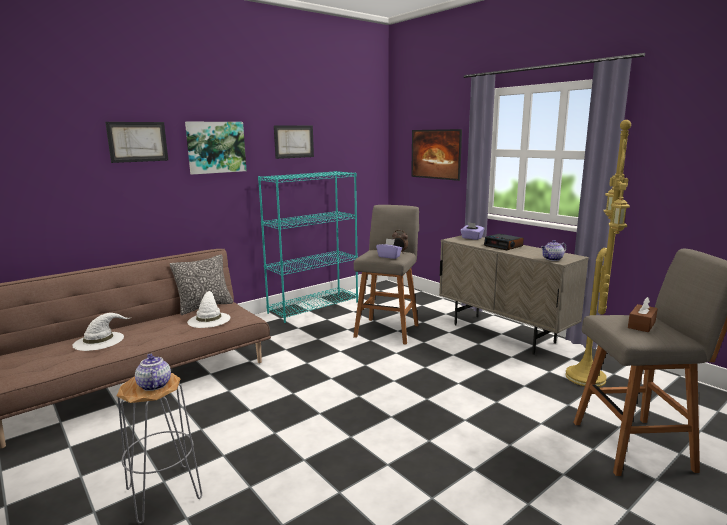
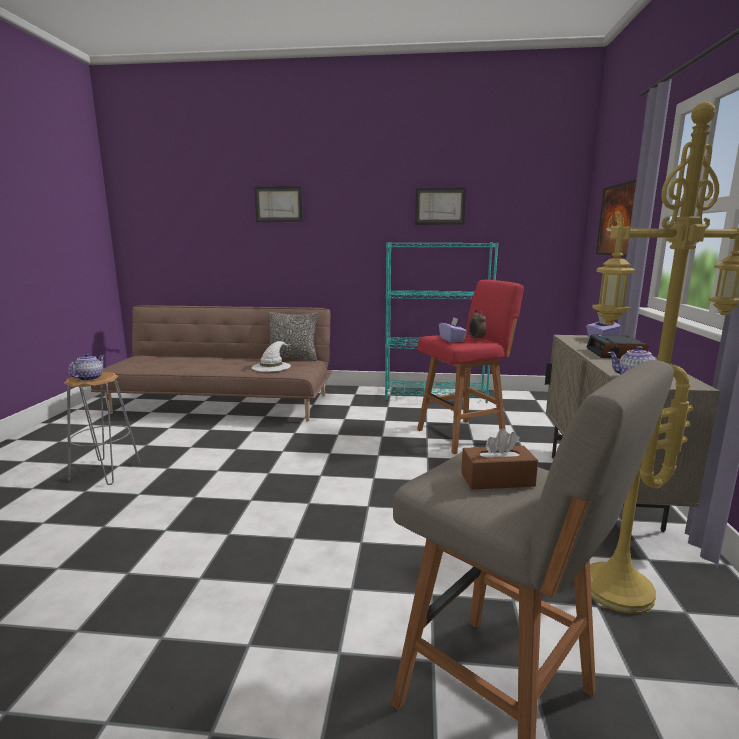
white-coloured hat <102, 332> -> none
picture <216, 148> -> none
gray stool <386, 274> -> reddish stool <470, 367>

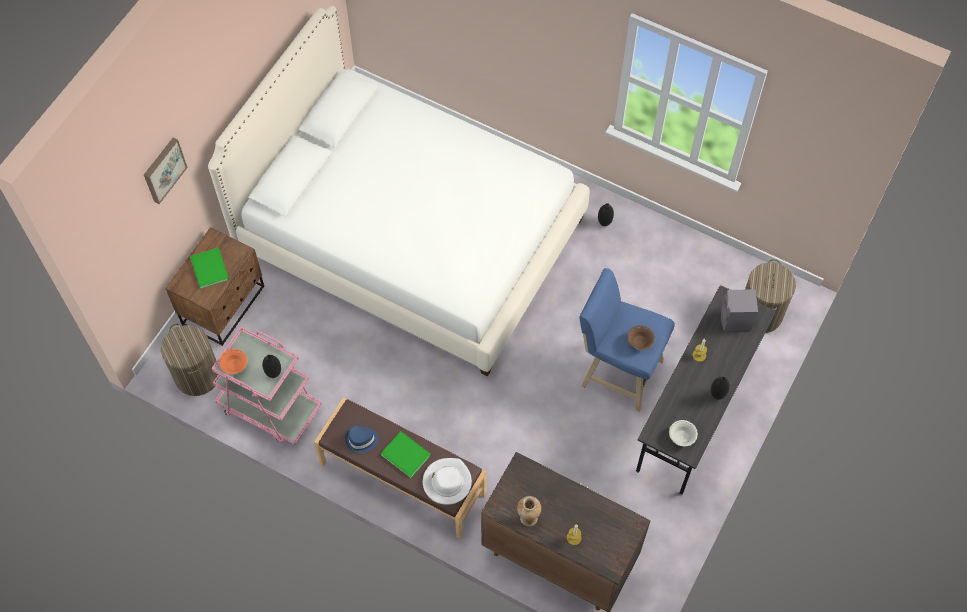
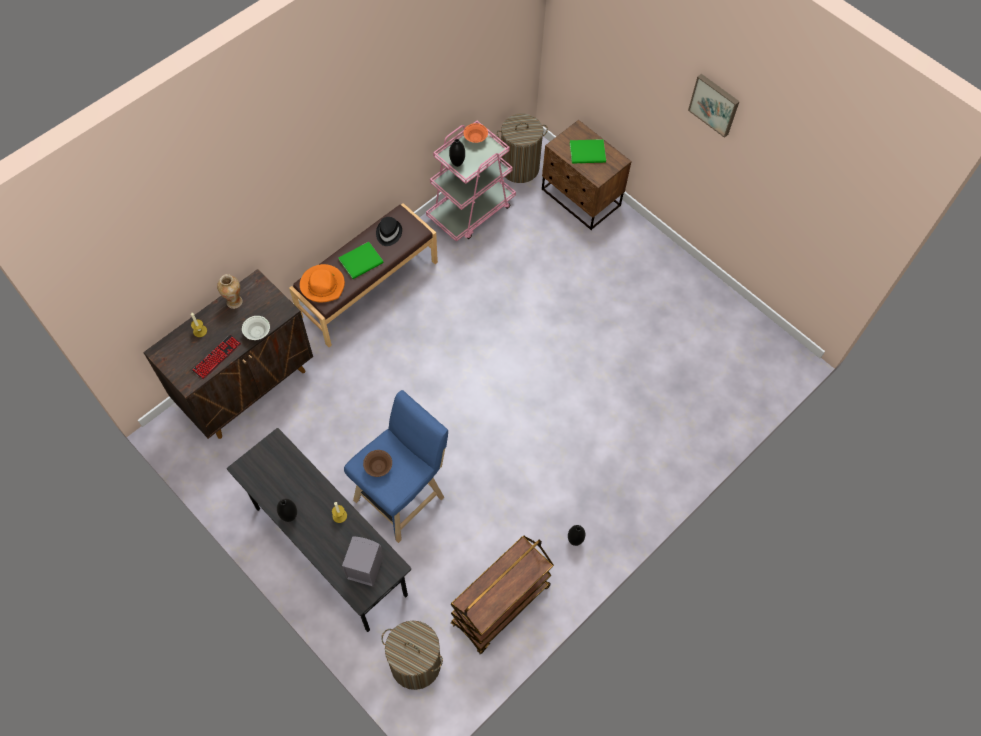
white-coloured bedroom bed <399, 191> -> none
none -> computer keyboard <216, 357>
none -> brown-coloured trolley <502, 594>
picture <166, 171> -> picture <714, 106>, relocated
white-coloured deep dish <683, 433> -> white-coloured deep dish <256, 328>, relocated
blue-coloured hat <362, 439> -> blackish hat <389, 231>
white-coloured hat <447, 481> -> orange-coloured hat <322, 283>

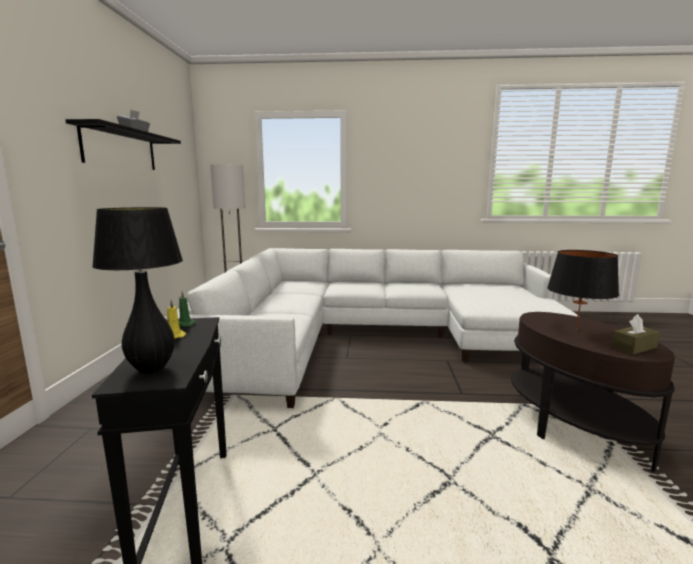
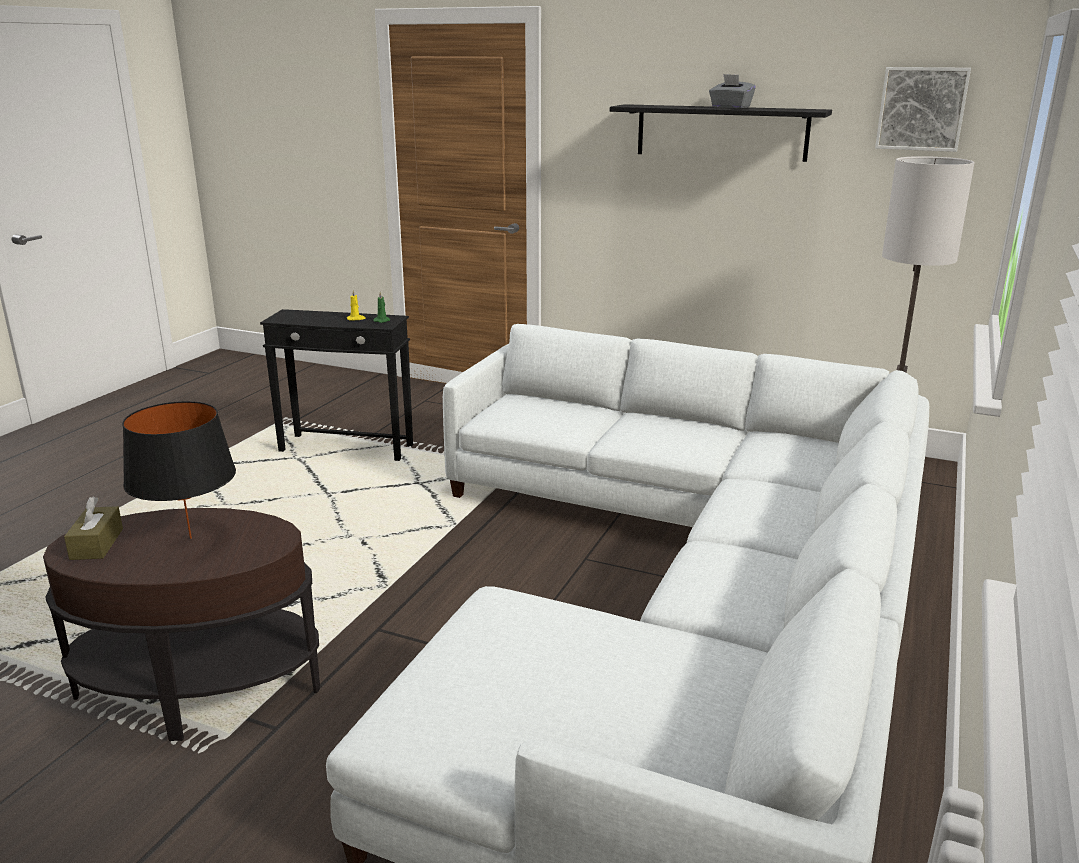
blackish tabletop lamp <137, 290> -> none
none -> picture <923, 109>

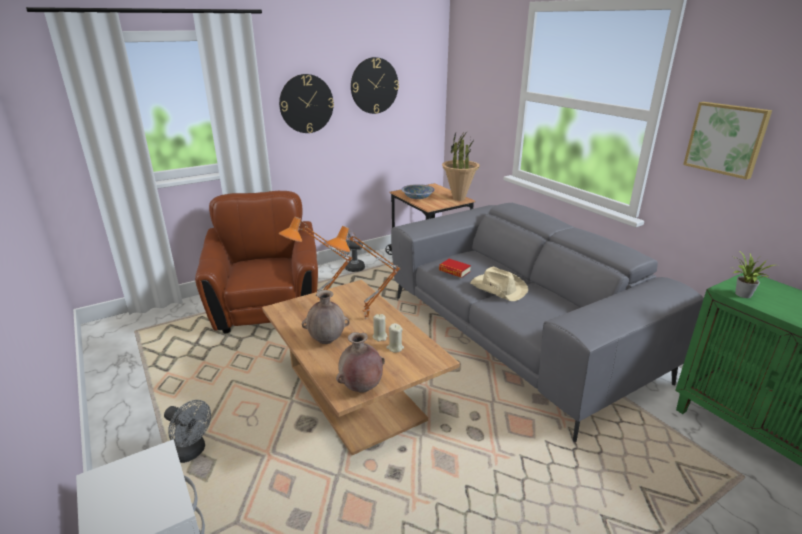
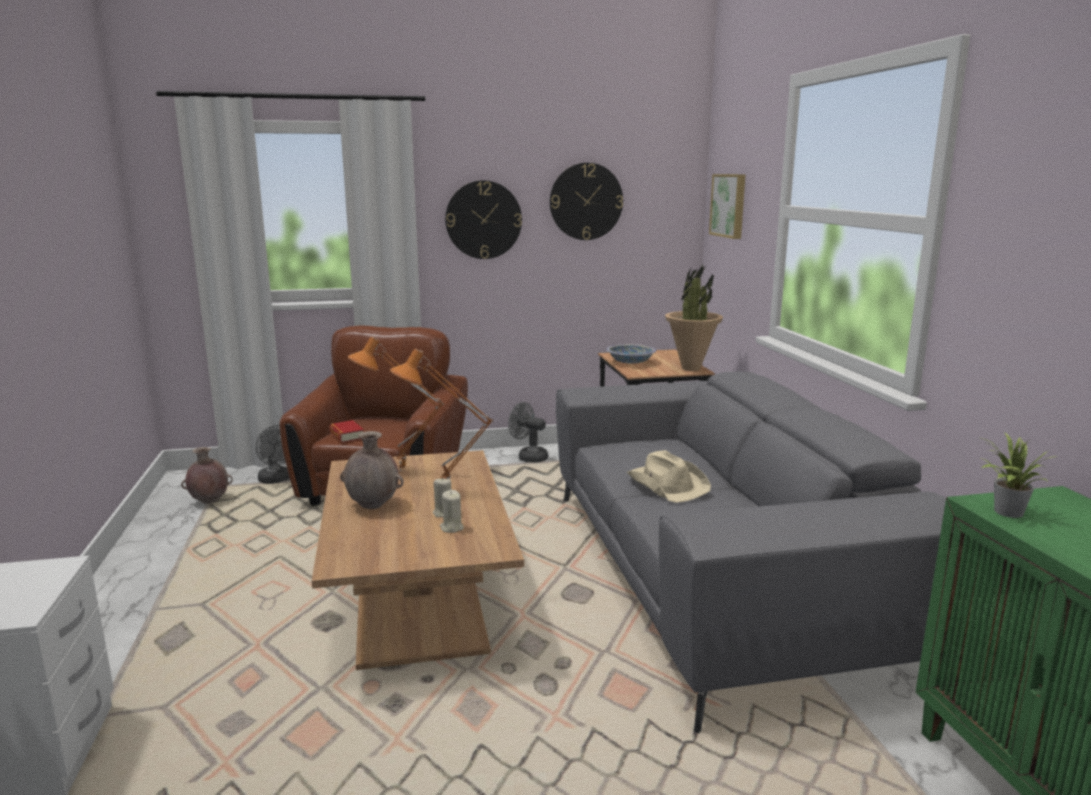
gray cooling fan <187, 431> -> gray cooling fan <272, 454>, relocated
brown-coloured decorative vase <360, 362> -> brown-coloured decorative vase <207, 475>, relocated
volume <455, 268> -> volume <346, 431>, relocated
picture <727, 141> -> picture <727, 206>, relocated

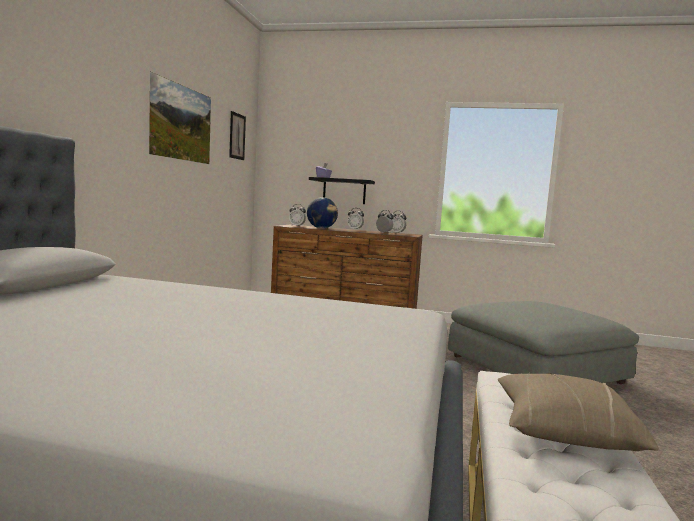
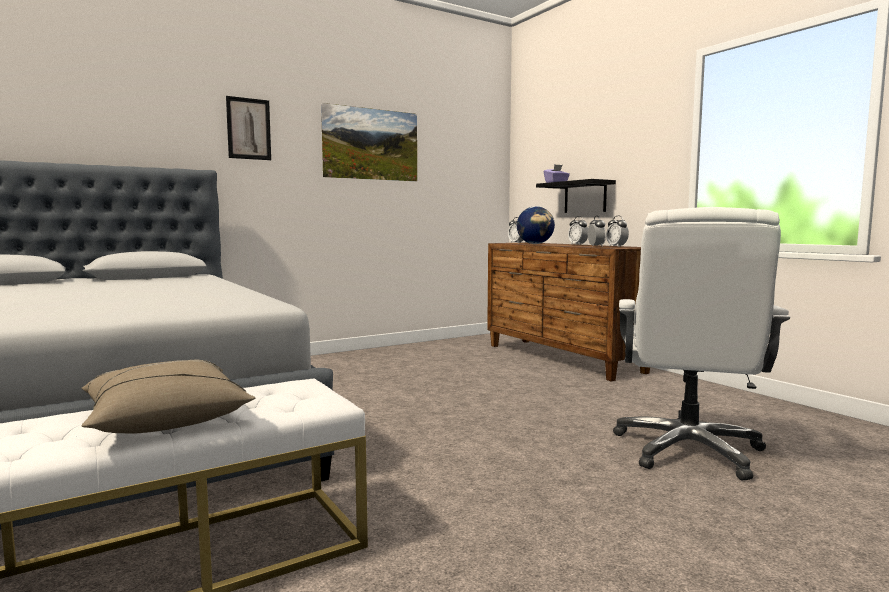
picture <237, 135> -> picture <248, 128>, relocated
gray footrest <543, 342> -> white-coloured computer chair <701, 344>

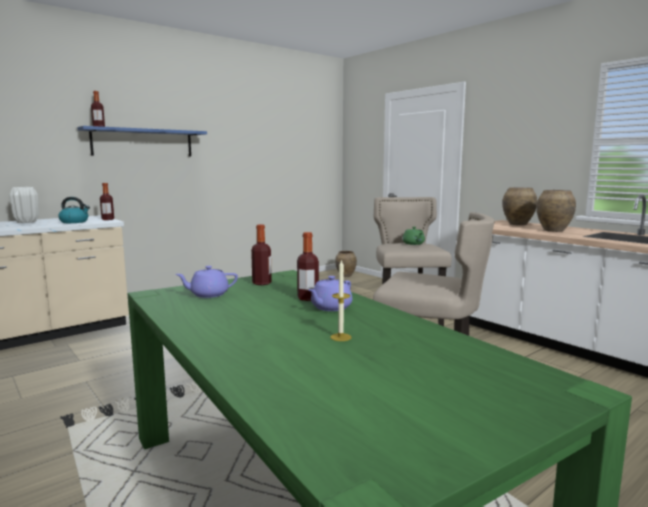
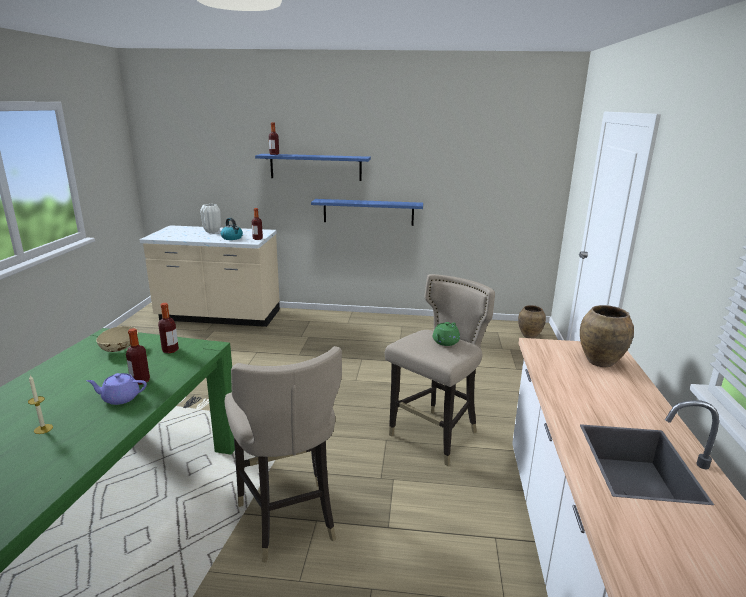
brown-coloured decorative vase <556, 211> -> none
none -> blue-coloured shelf <367, 212>
purple teapot <206, 282> -> sand-coloured deep dish <117, 339>

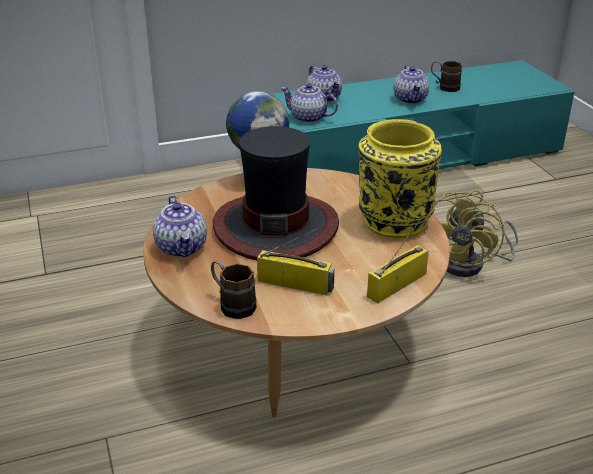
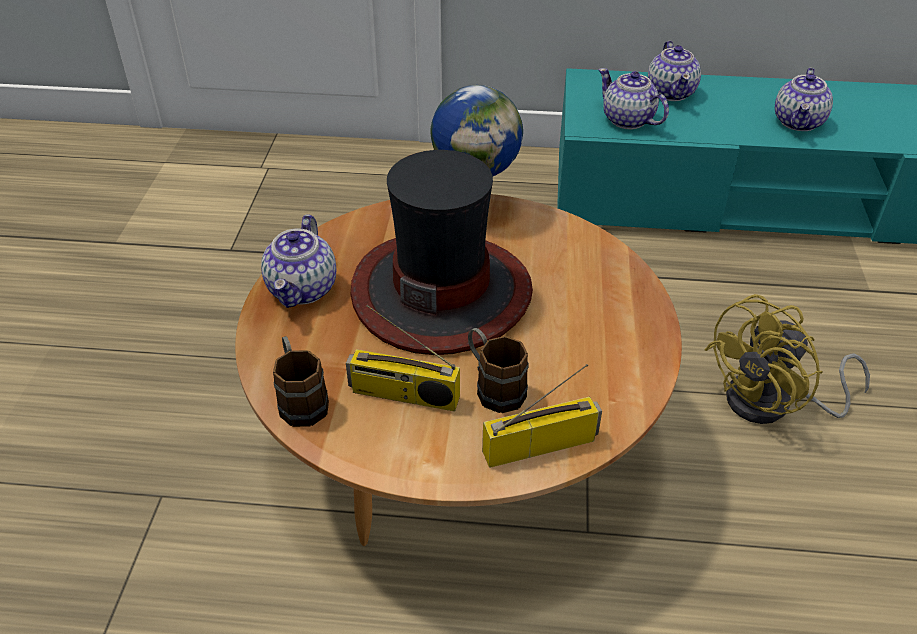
yellow-coloured decorative vase <400, 178> -> none
brown-coloured mug <446, 76> -> brown-coloured mug <498, 370>, relocated
radio <296, 262> -> radio <403, 358>, 150 degrees clockwise

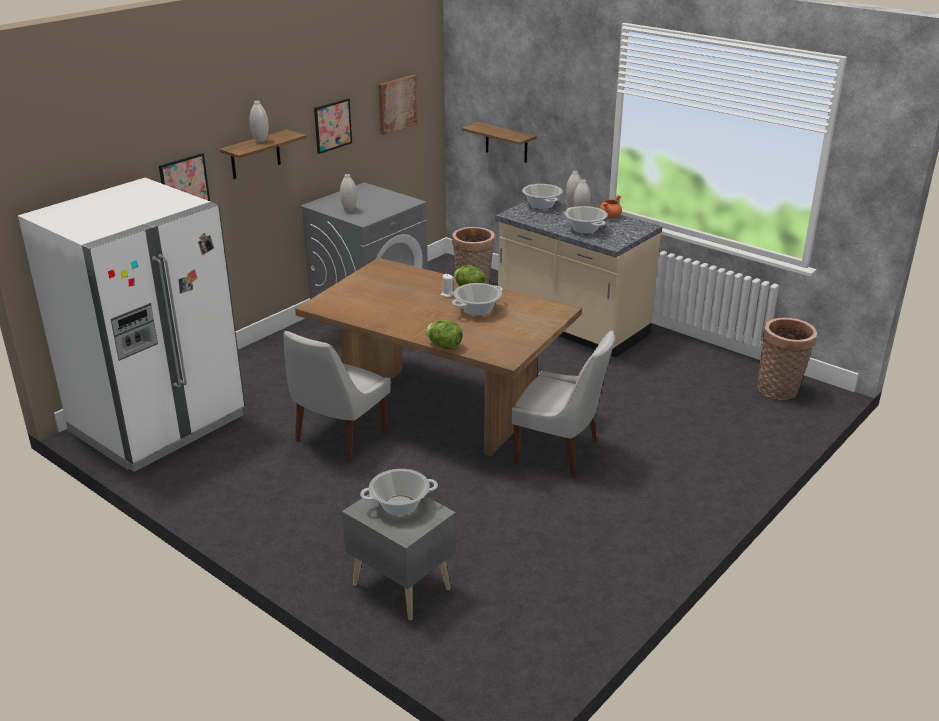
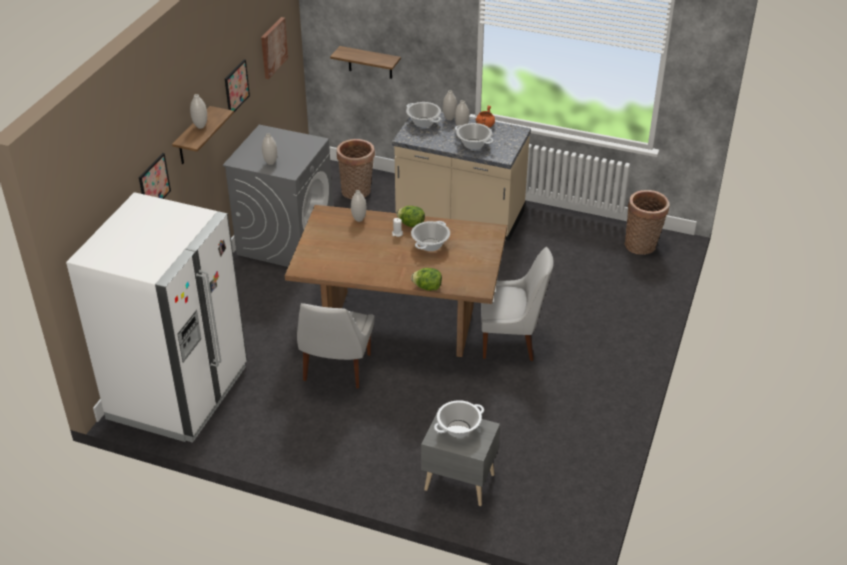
none -> white-coloured decorative vase <358, 206>

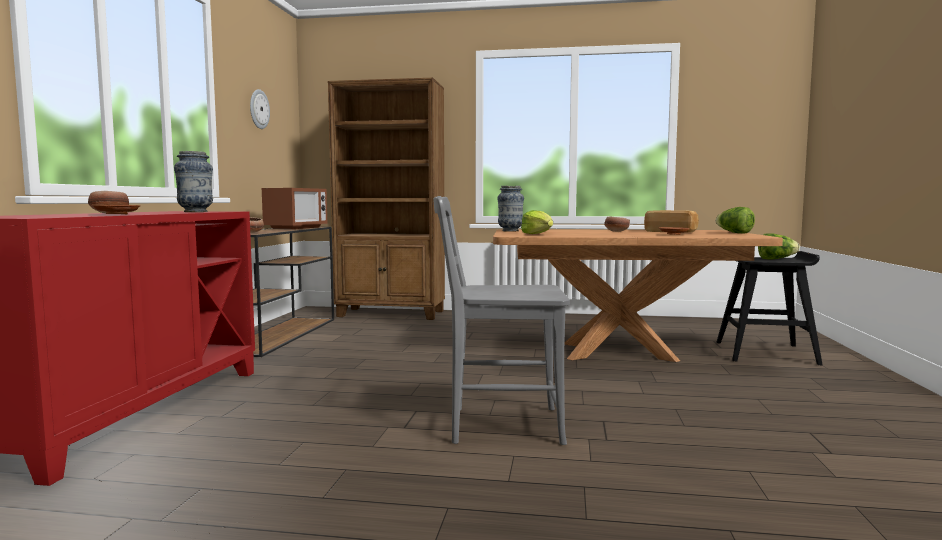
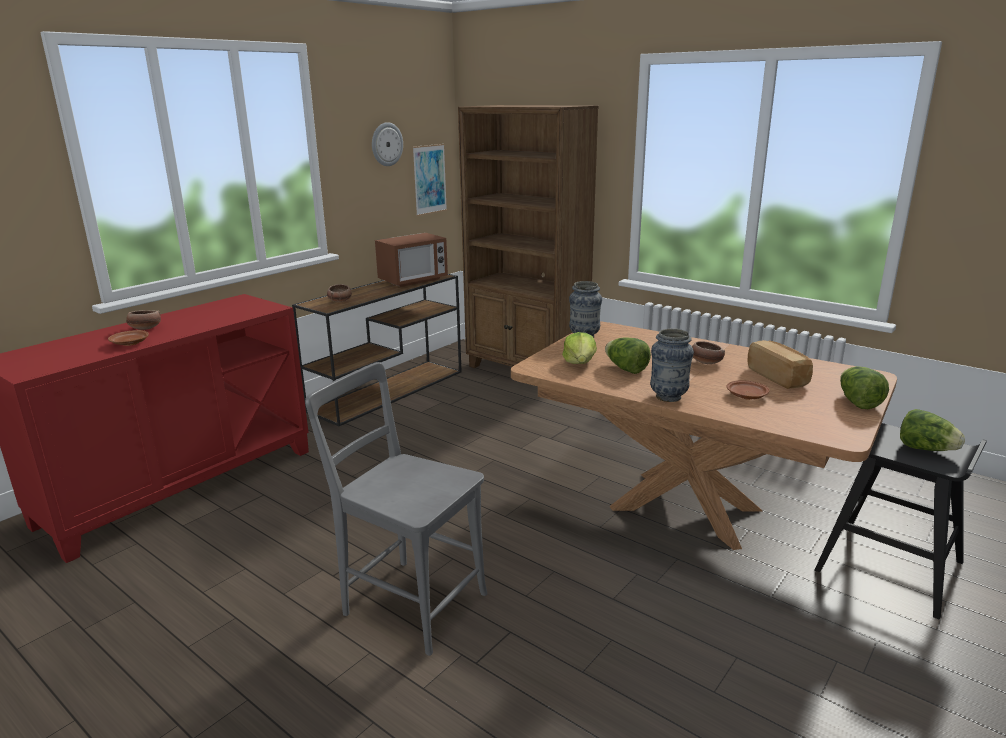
none -> picture <429, 180>
none -> lettuce head <628, 355>
decorative vase <193, 181> -> decorative vase <672, 365>, relocated

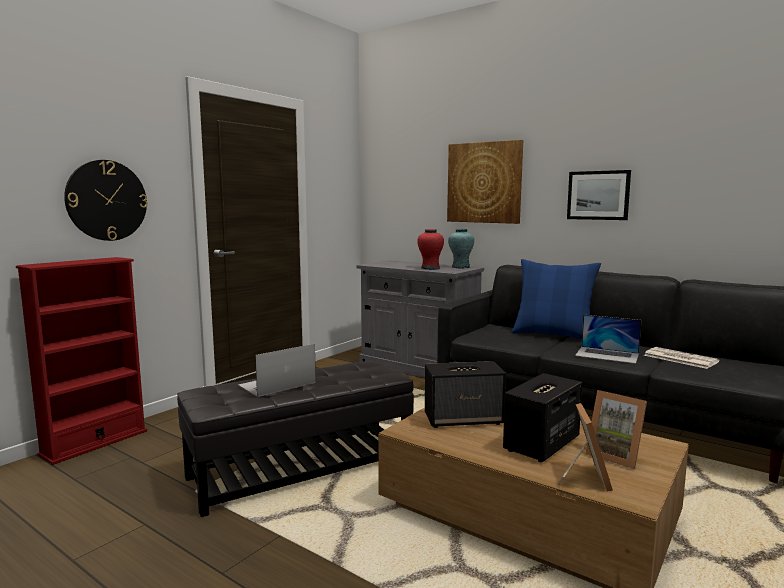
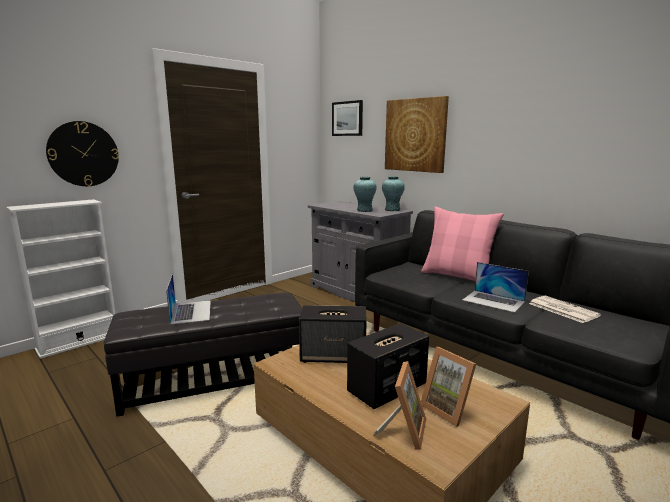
picture <599, 195> -> picture <347, 118>, relocated
reddish shelving unit <81, 361> -> white-coloured shelving unit <61, 279>
reddish decorative vase <430, 249> -> turquoise decorative vase <365, 194>
blue-coloured pillow <556, 299> -> pink-coloured pillow <462, 244>
notebook computer <277, 370> -> notebook computer <188, 298>, 105 degrees clockwise

